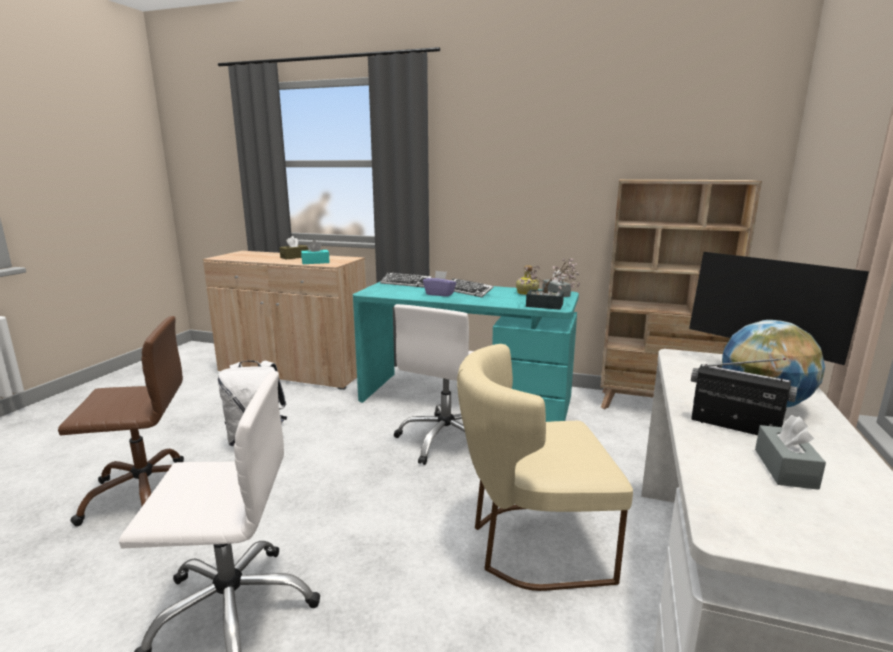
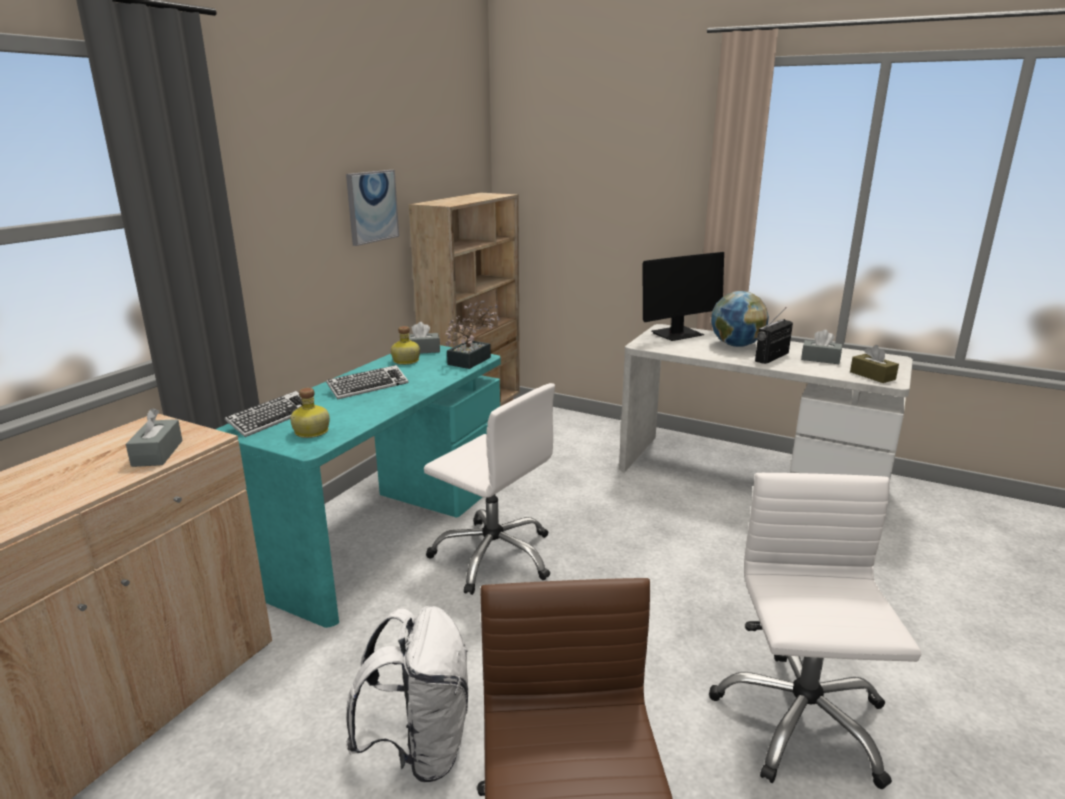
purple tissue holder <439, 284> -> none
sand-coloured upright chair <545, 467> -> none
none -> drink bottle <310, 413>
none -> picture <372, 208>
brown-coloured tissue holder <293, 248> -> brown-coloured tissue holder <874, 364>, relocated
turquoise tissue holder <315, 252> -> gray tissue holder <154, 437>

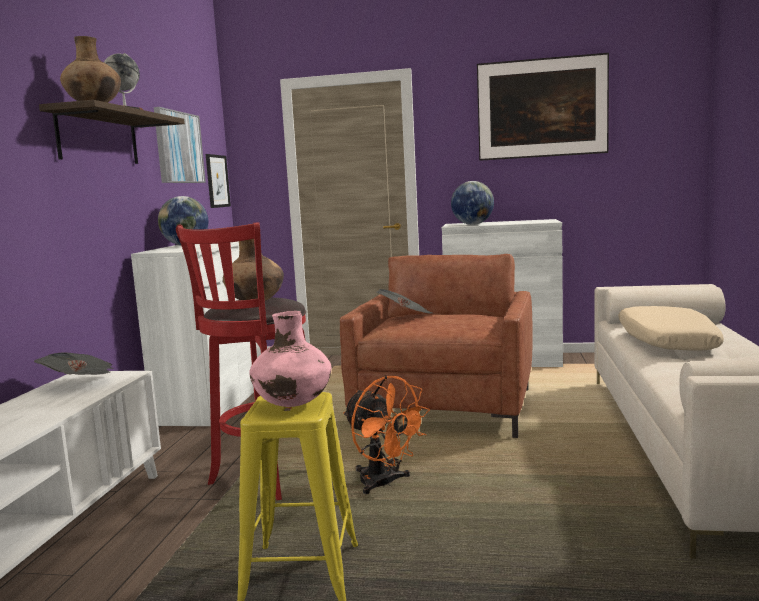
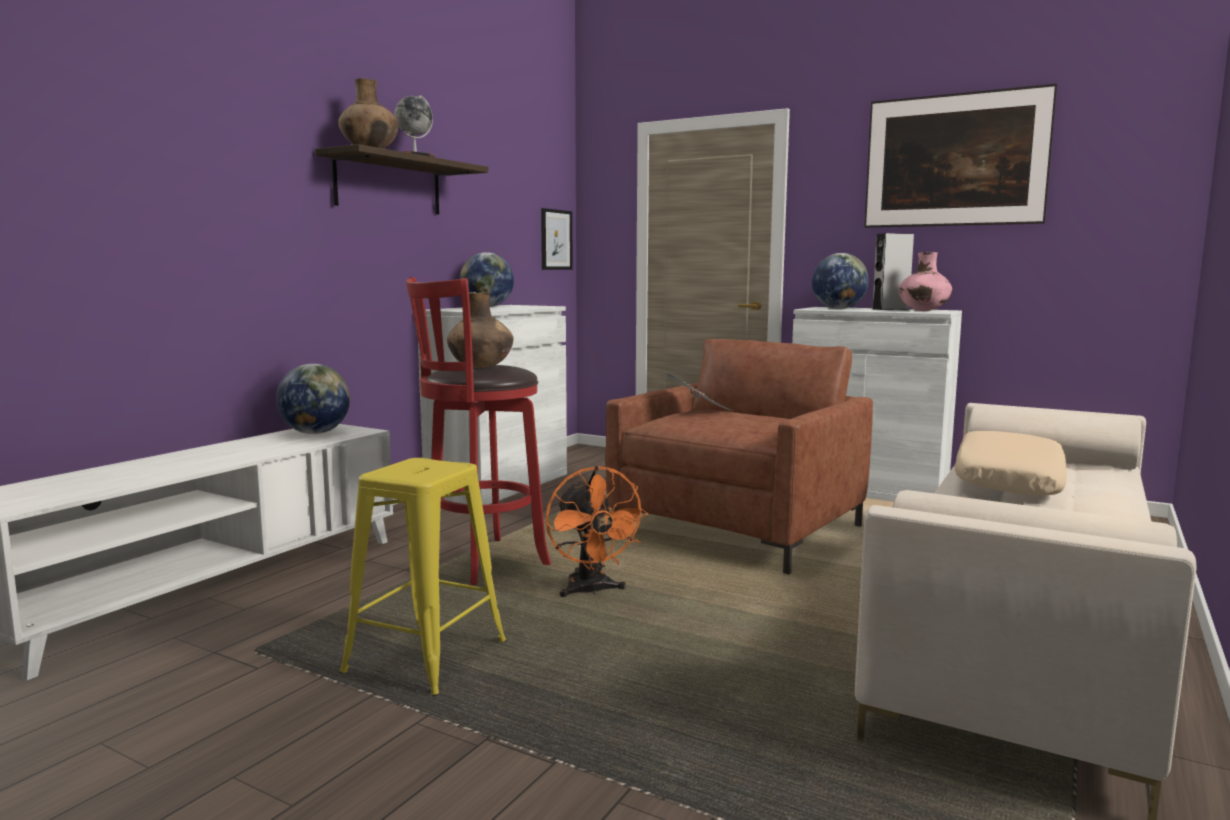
picture <180, 145> -> none
none -> gray loudspeaker <893, 271>
pink-coloured decorative vase <290, 359> -> pink-coloured decorative vase <925, 281>, relocated
daily paper <73, 363> -> world globe <313, 399>

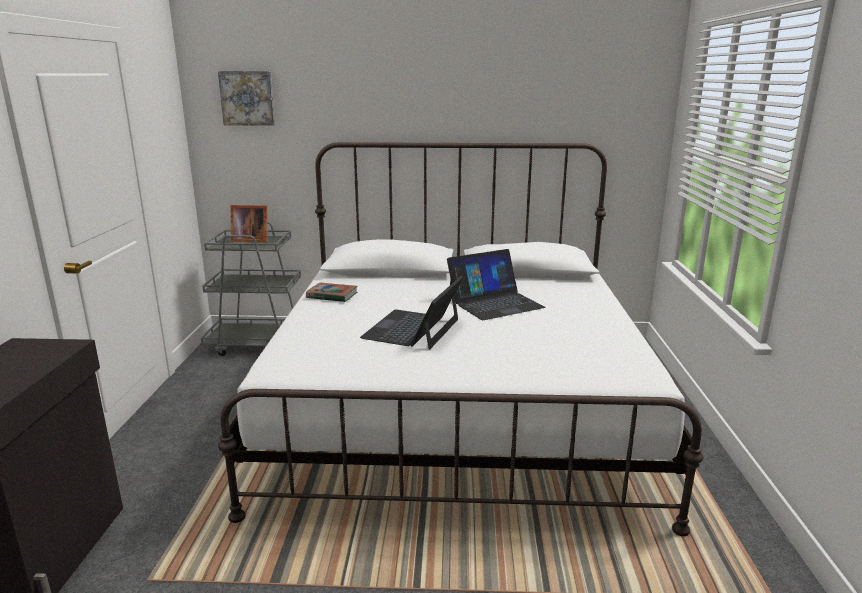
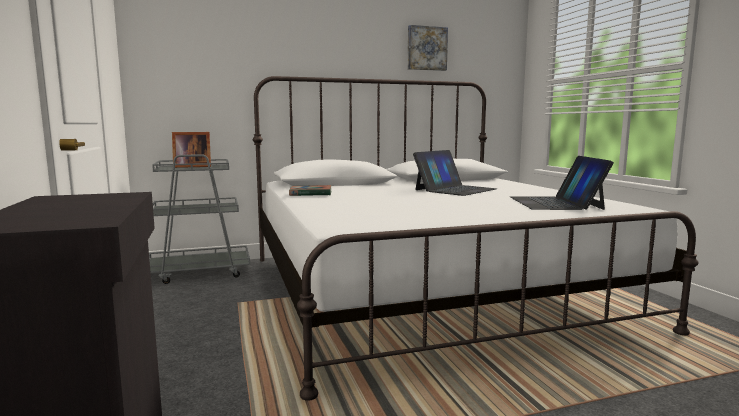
picture <246, 98> -> picture <427, 48>, relocated
notebook computer <411, 313> -> notebook computer <562, 183>, relocated

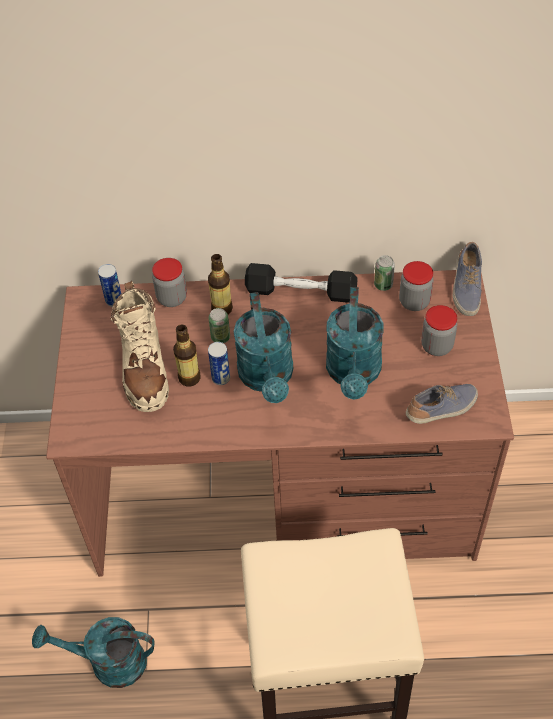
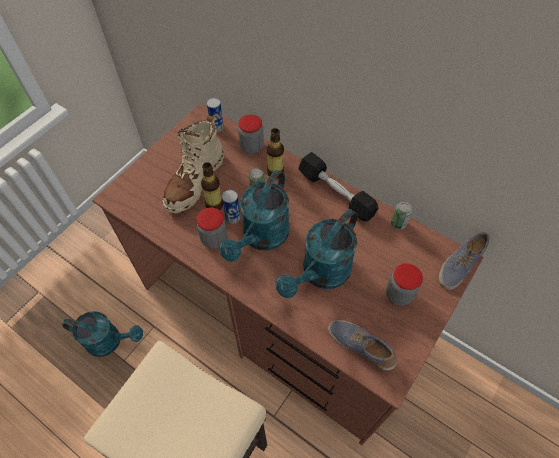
jar <416, 286> -> jar <211, 228>, relocated
turquoise sprinkling can <93, 652> -> turquoise sprinkling can <102, 334>, 150 degrees clockwise
item of footwear <442, 404> -> item of footwear <362, 345>, 150 degrees counterclockwise

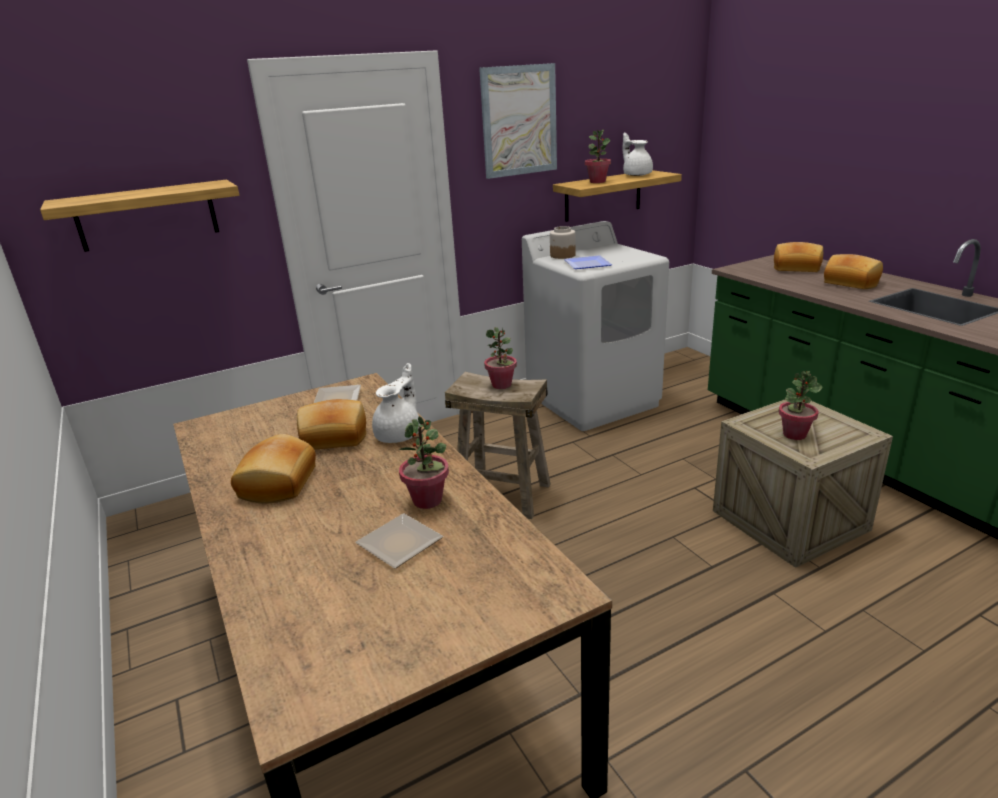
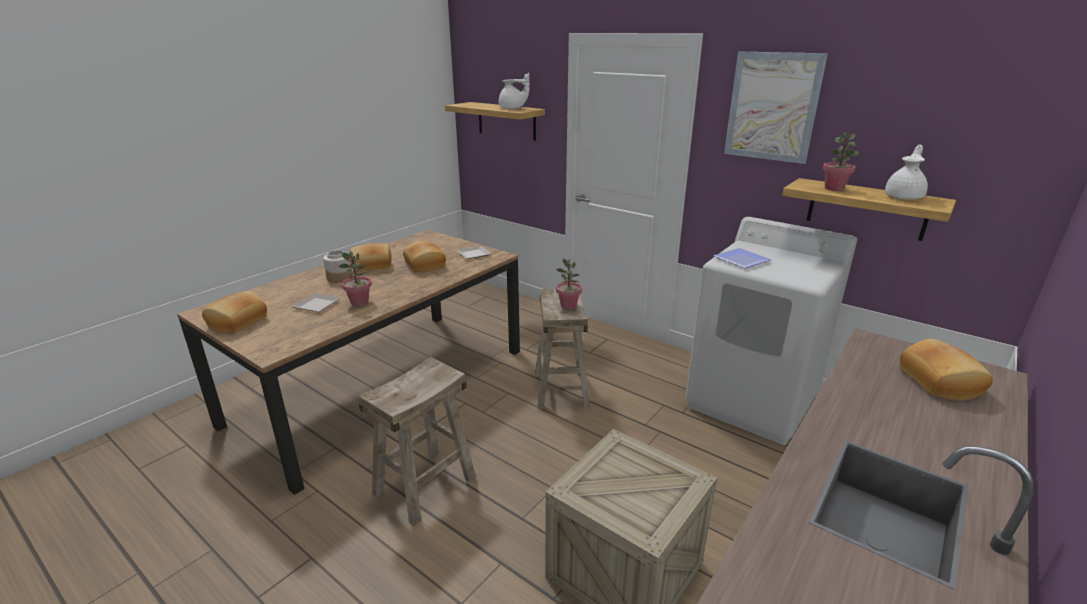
houseplant <800, 405> -> none
none -> sand-coloured stool <417, 441>
white-coloured teapot <396, 403> -> white-coloured teapot <514, 91>, relocated
jar <563, 242> -> jar <338, 266>, relocated
bread <853, 271> -> bread <234, 312>, relocated

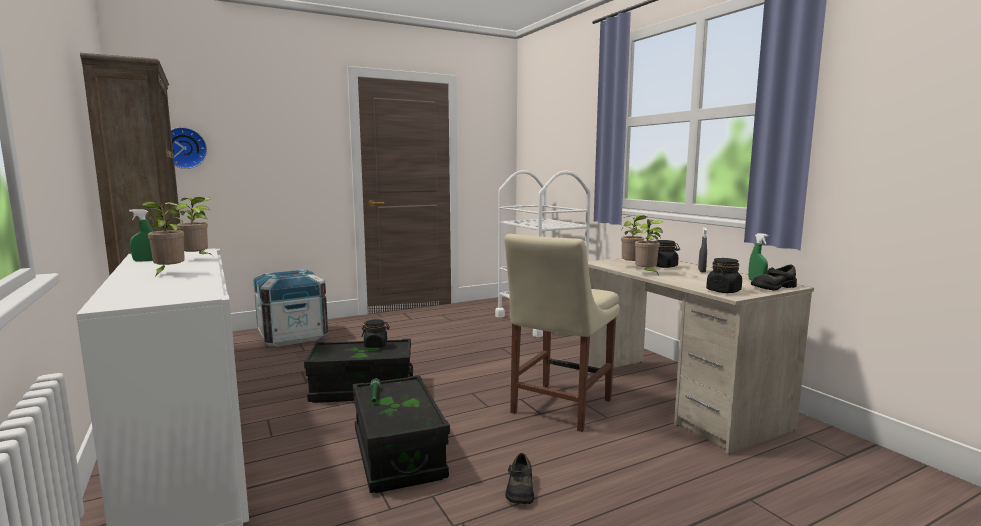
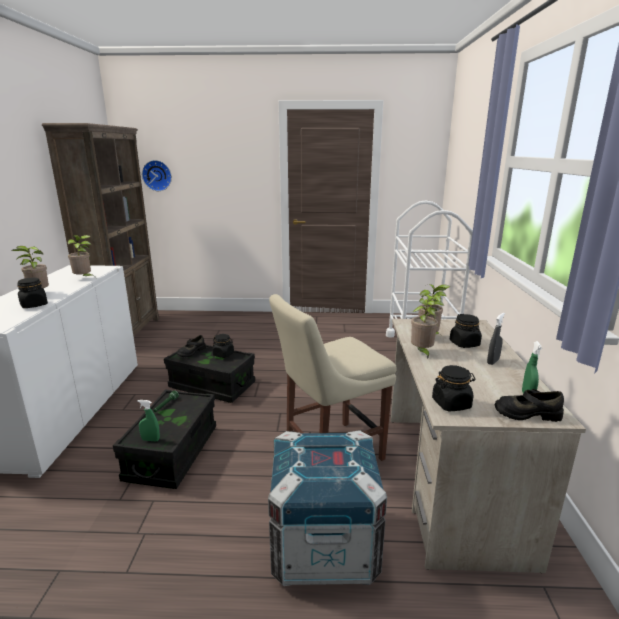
none -> blackish jar <32, 293>
green-coloured sprayer <141, 235> -> green-coloured sprayer <148, 420>, relocated
shipping crate <290, 308> -> shipping crate <327, 508>, relocated
blackish item of footwear <519, 478> -> blackish item of footwear <191, 346>, relocated

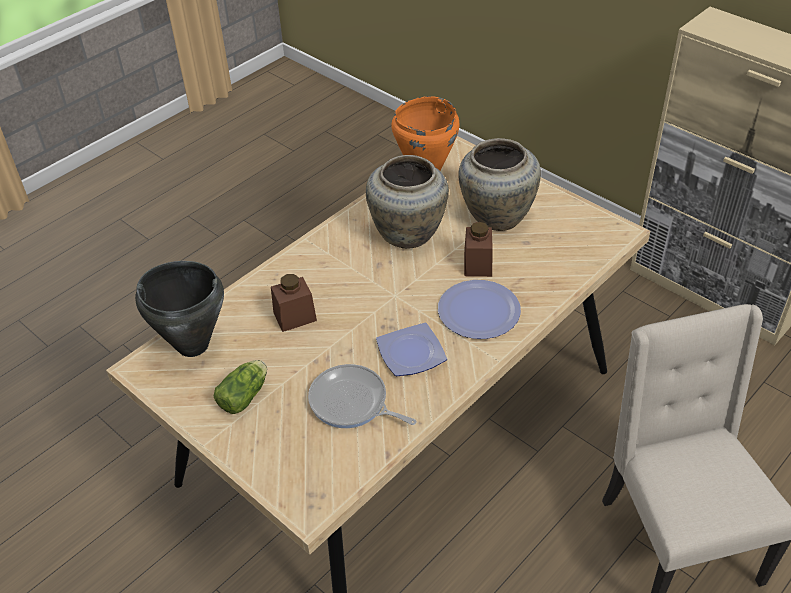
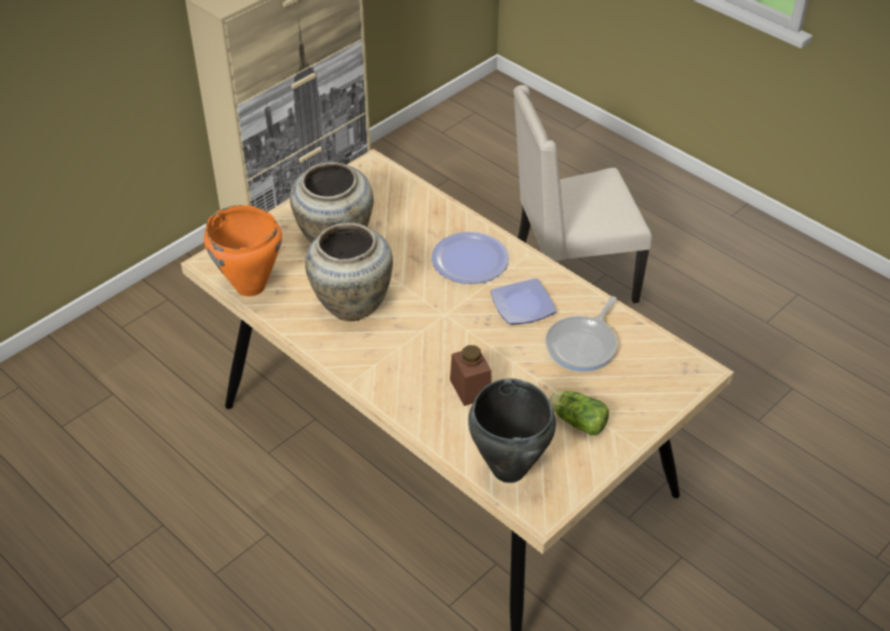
brown-coloured jar <478, 249> -> none

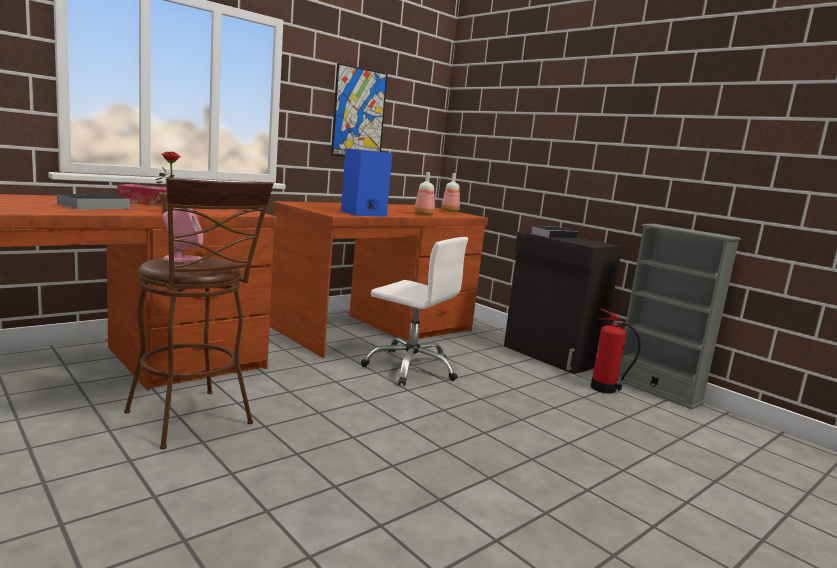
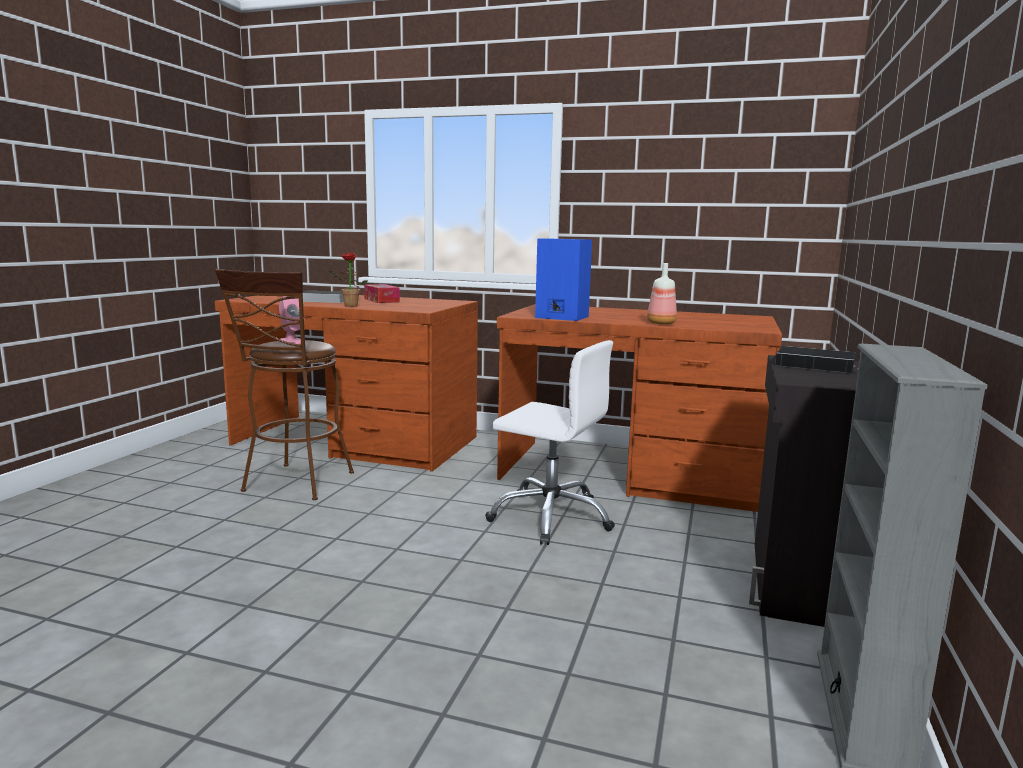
picture <359, 110> -> none
drink bottle <450, 192> -> none
extinguisher <616, 351> -> none
white-coloured computer chair <414, 311> -> white-coloured computer chair <550, 442>, 60 degrees counterclockwise

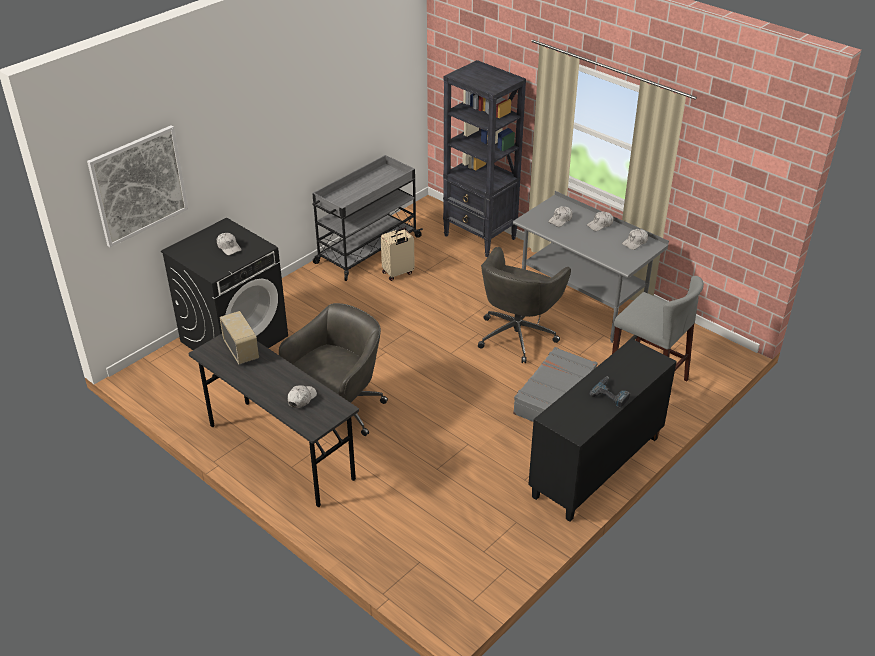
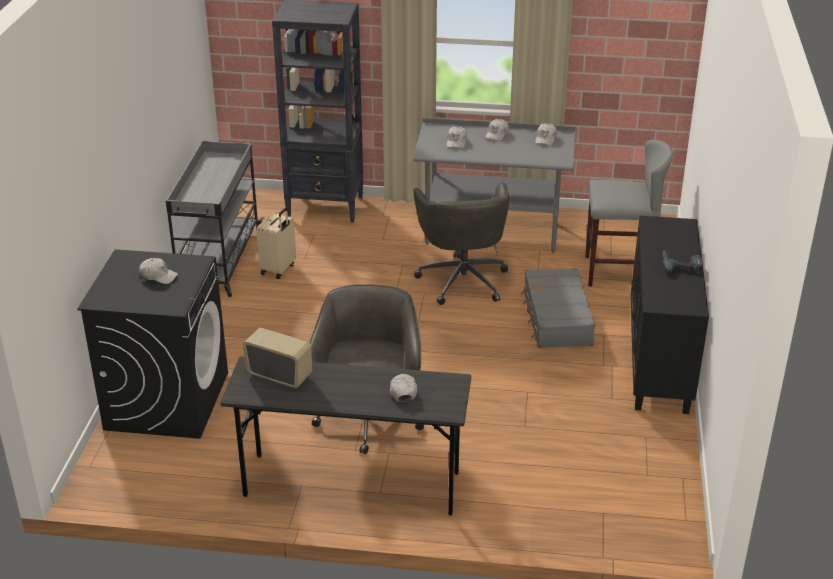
picture <137, 186> -> none

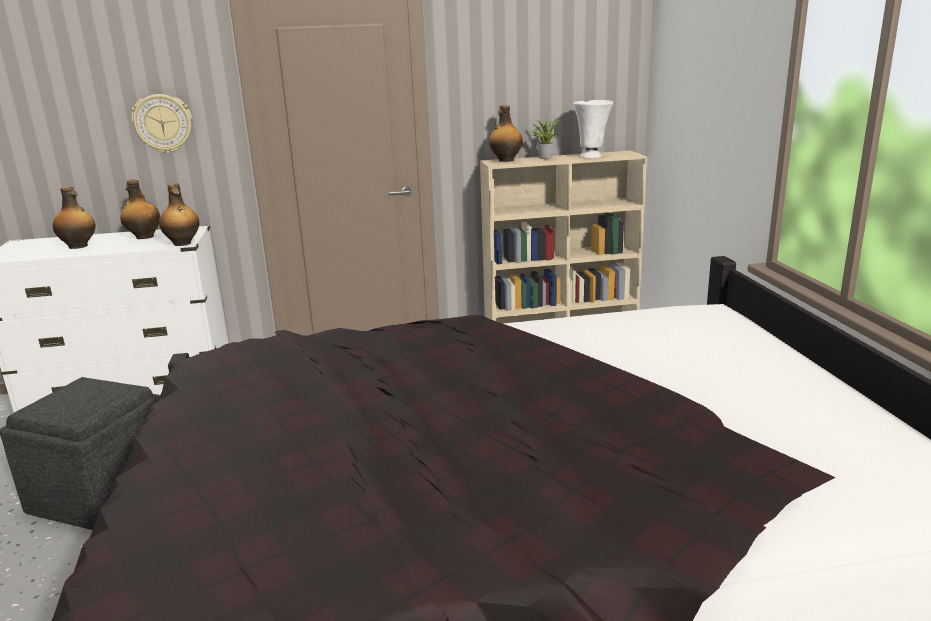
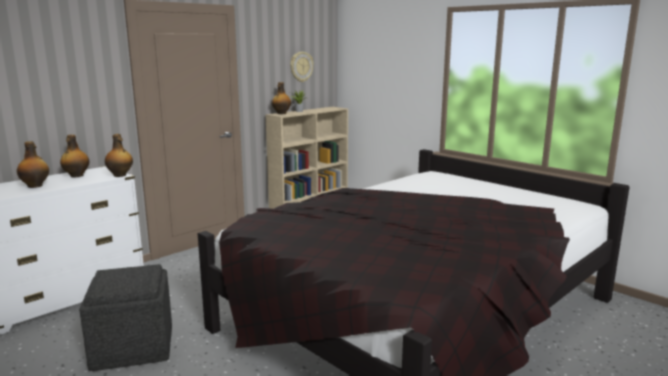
white-coloured decorative vase <593, 129> -> none
hanging clock <161, 123> -> hanging clock <302, 67>, relocated

